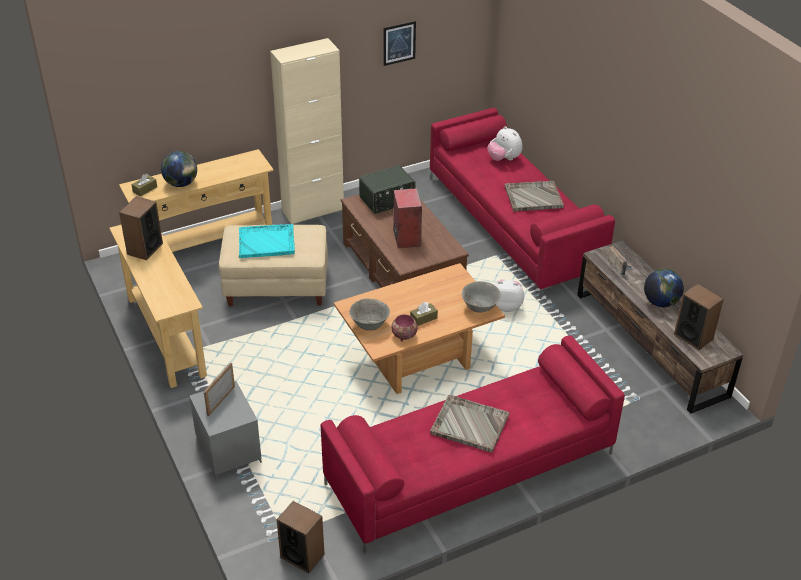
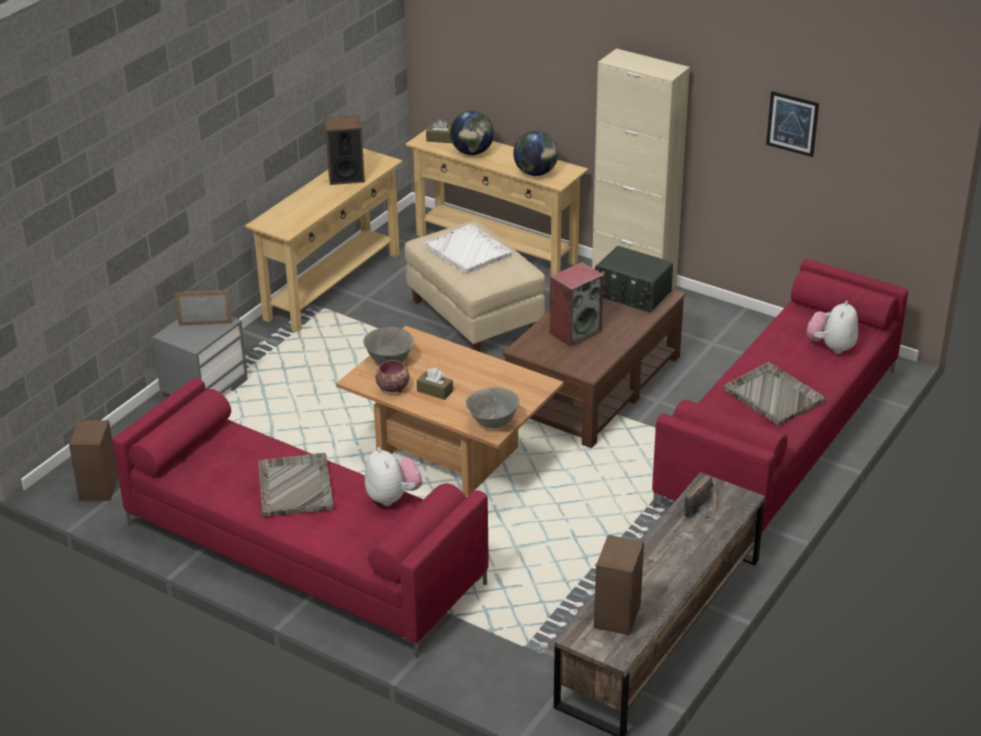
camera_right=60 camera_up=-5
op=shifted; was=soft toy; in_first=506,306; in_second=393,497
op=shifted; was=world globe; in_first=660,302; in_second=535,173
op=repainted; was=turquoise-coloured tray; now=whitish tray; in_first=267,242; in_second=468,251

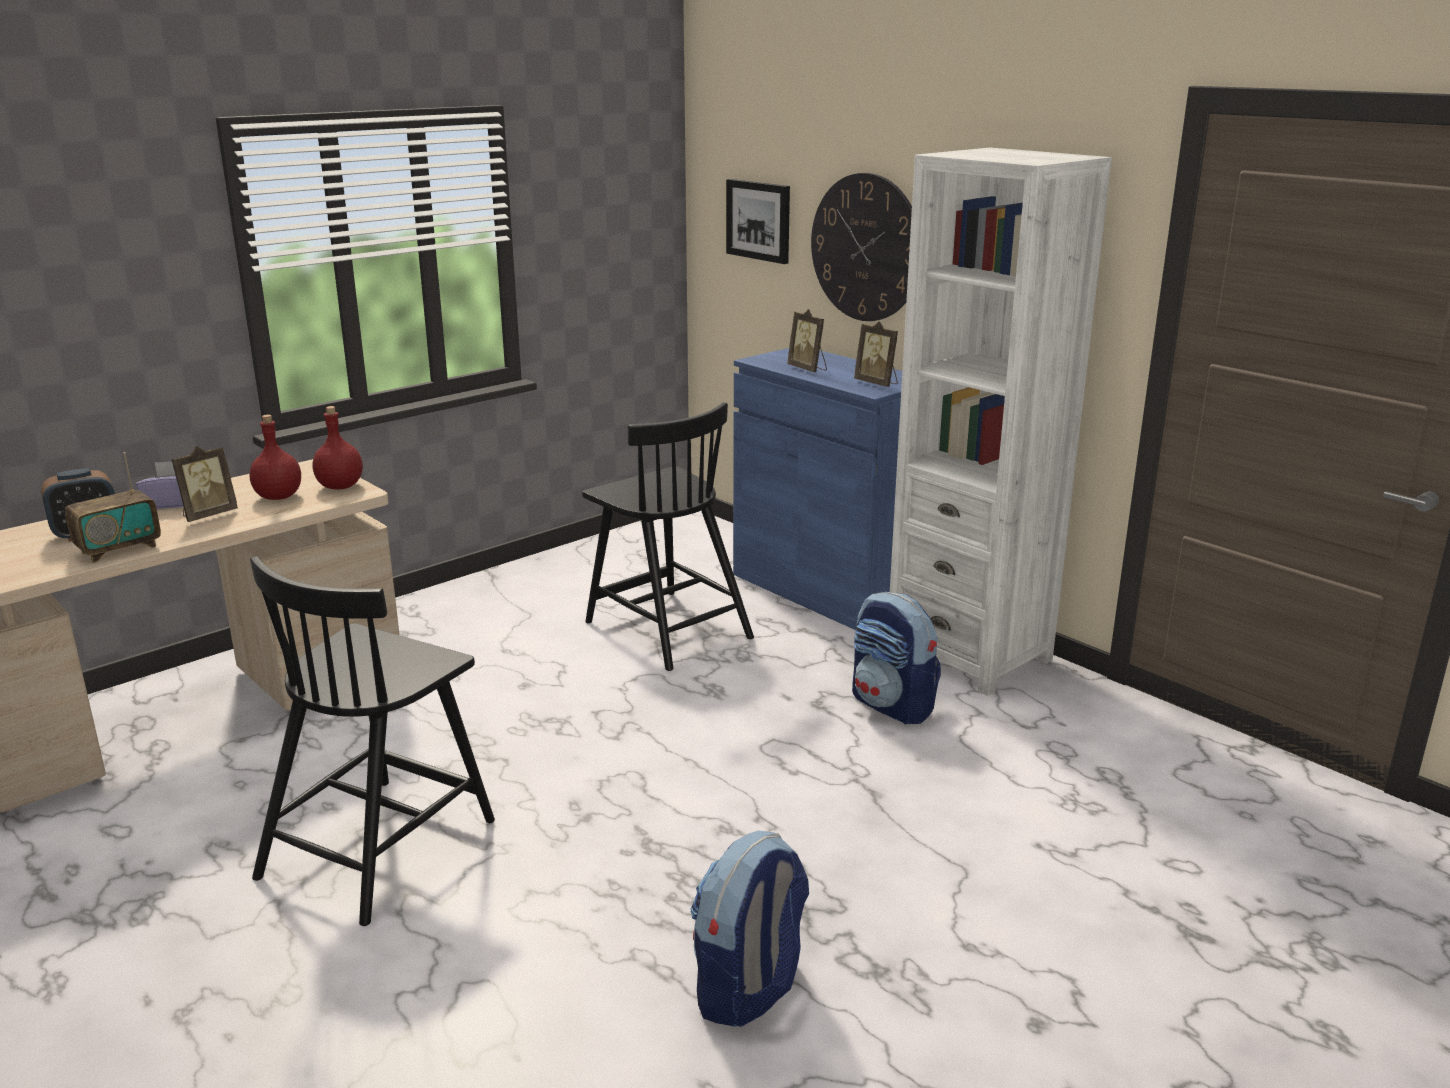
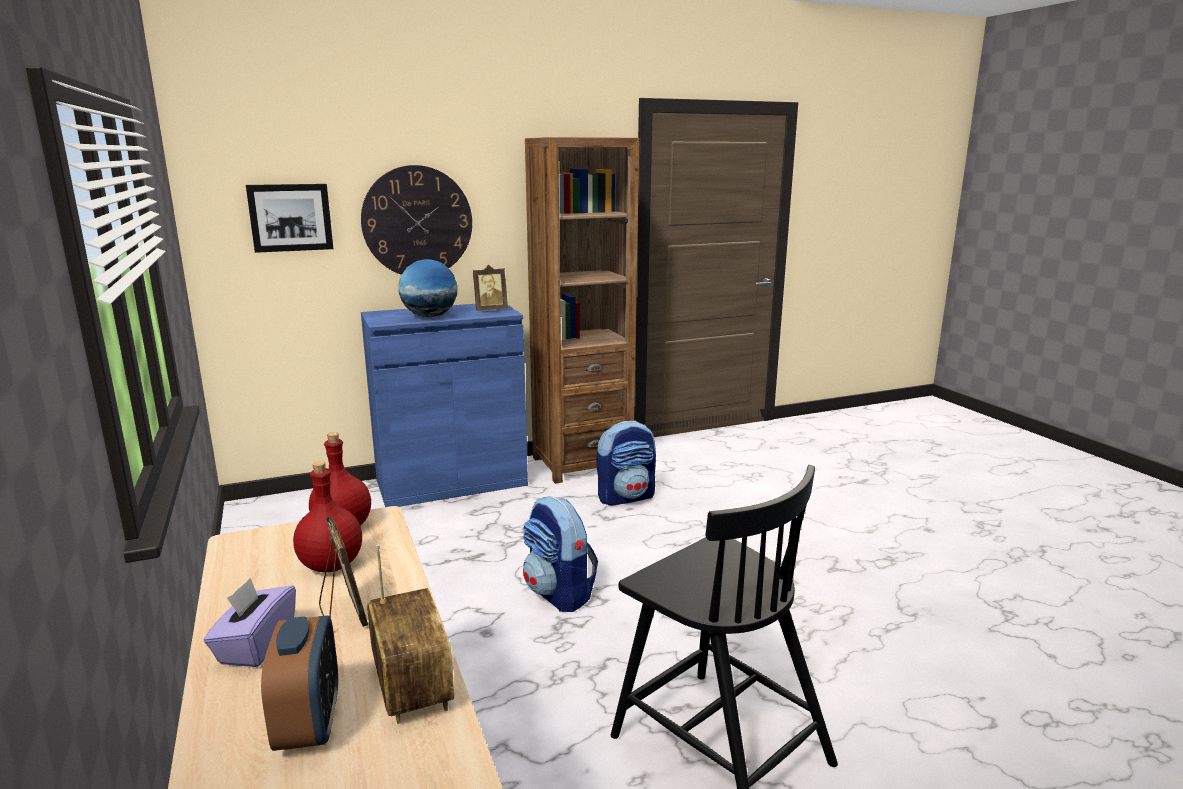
camera_right=-70 camera_up=-5
op=gone; was=black-coloured upright chair; in_first=666,628
op=shifted; was=knapsack; in_first=749,989; in_second=559,593
op=swapped; was=standing frame; now=world globe; in_first=808,369; in_second=429,316
op=repainted; was=whitish bookshelf; now=brownish bookshelf; in_first=969,654; in_second=581,464

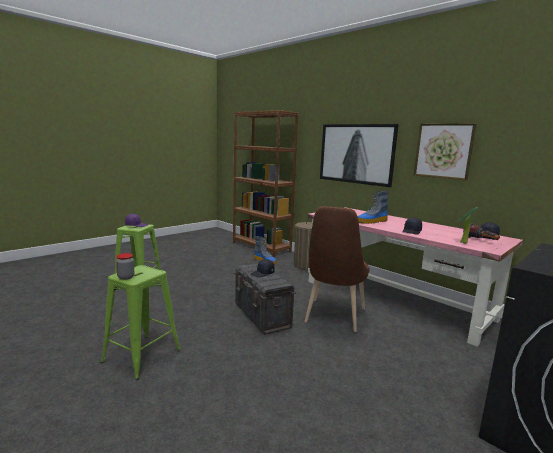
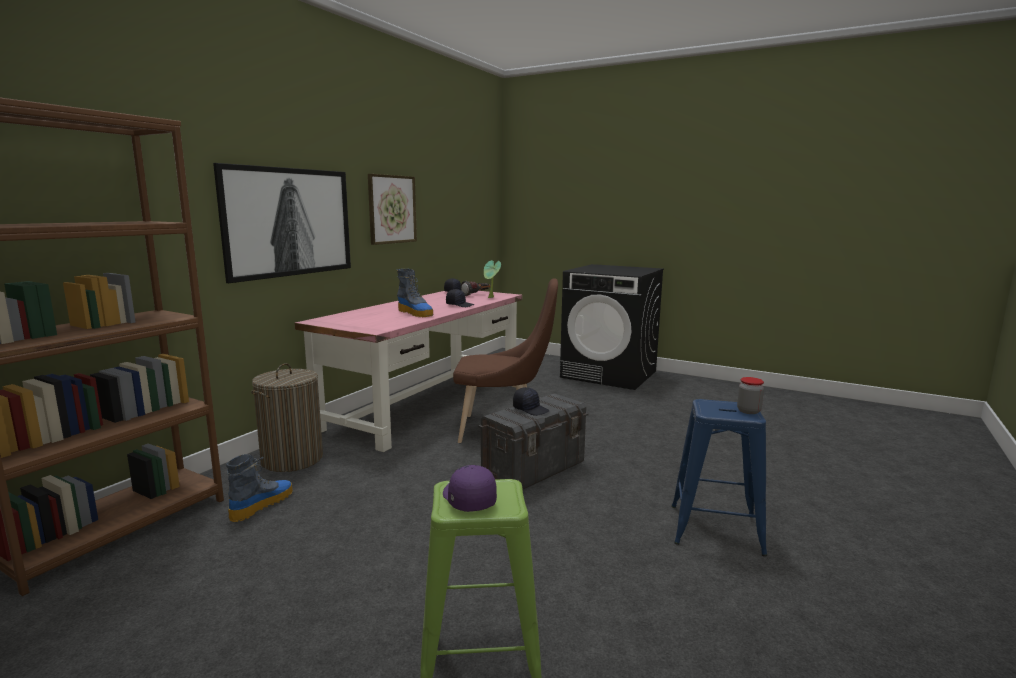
camera_right=-105 camera_up=0
op=repainted; was=green-coloured sitting stool; now=blue-coloured sitting stool; in_first=142,355; in_second=714,529

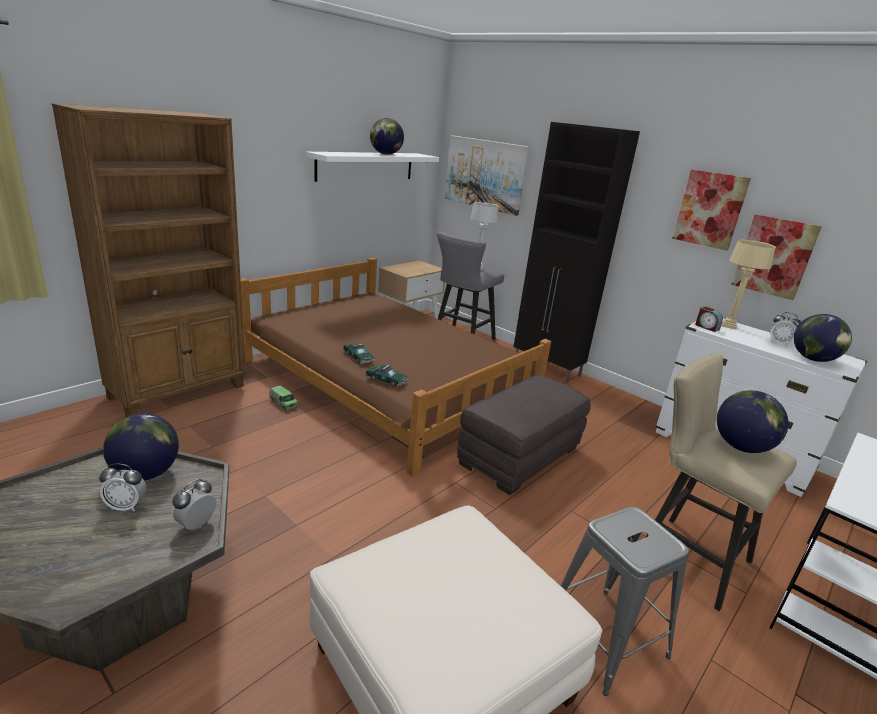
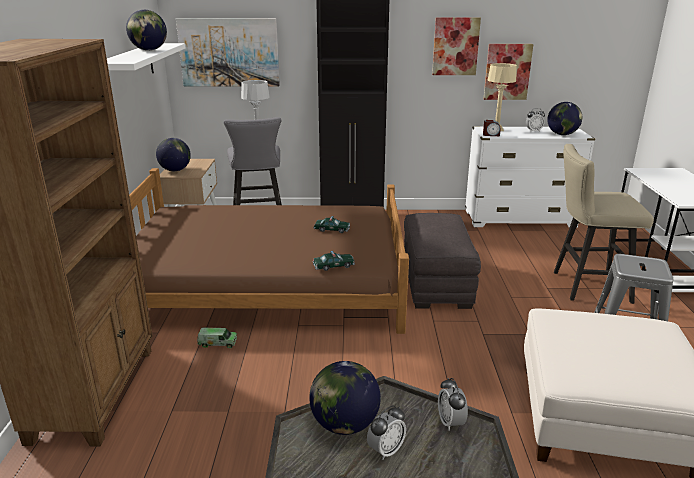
camera_right=-40 camera_up=0
op=shifted; was=toy car; in_first=358,357; in_second=332,229
op=shifted; was=world globe; in_first=741,447; in_second=175,170

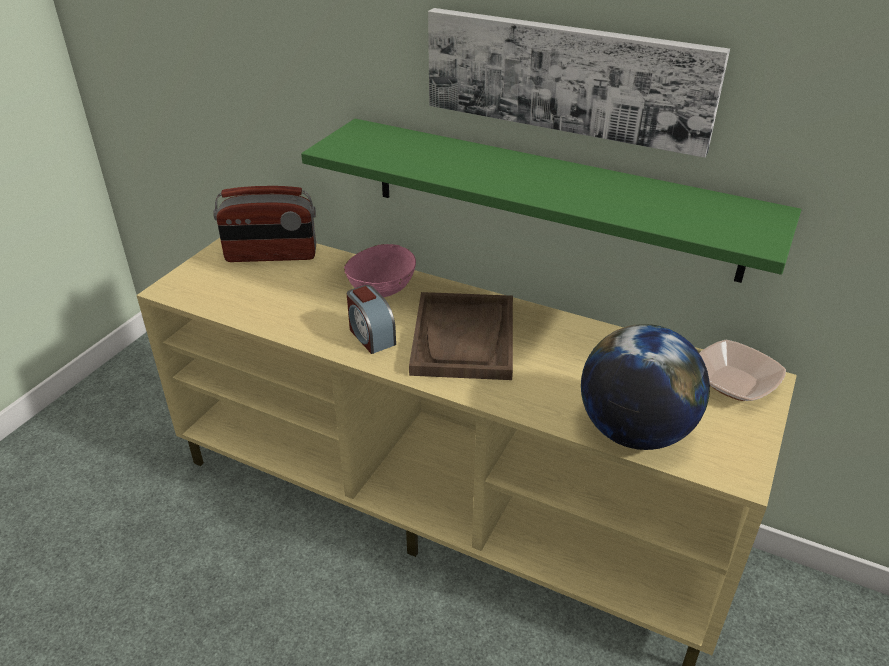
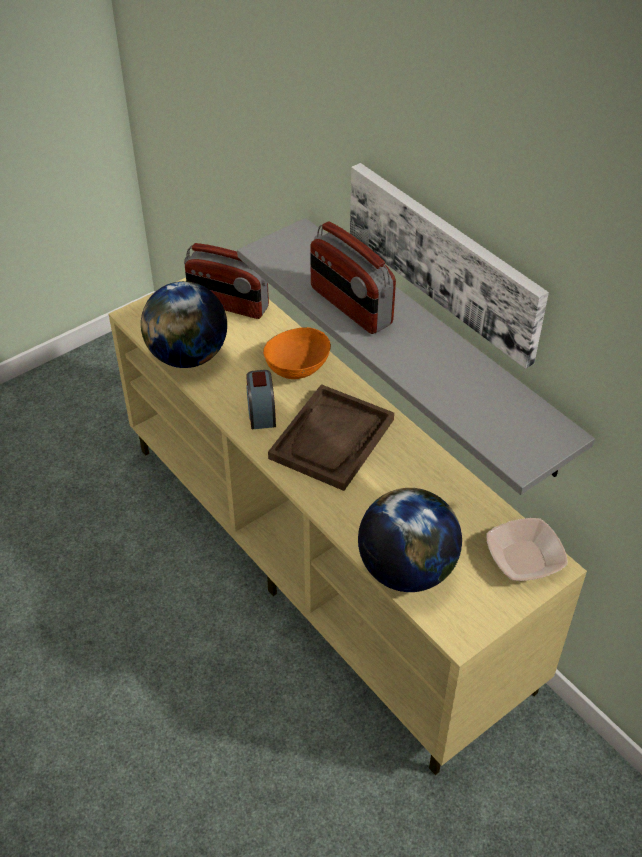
camera_right=25 camera_up=10
op=new; now=world globe; in_second=188,356
op=new; now=radio receiver; in_second=350,306
op=repainted; was=green-coloured shelf; now=greyish shelf; in_first=550,197; in_second=432,345
op=repainted; was=pink bowl; now=orange bowl; in_first=381,288; in_second=297,367

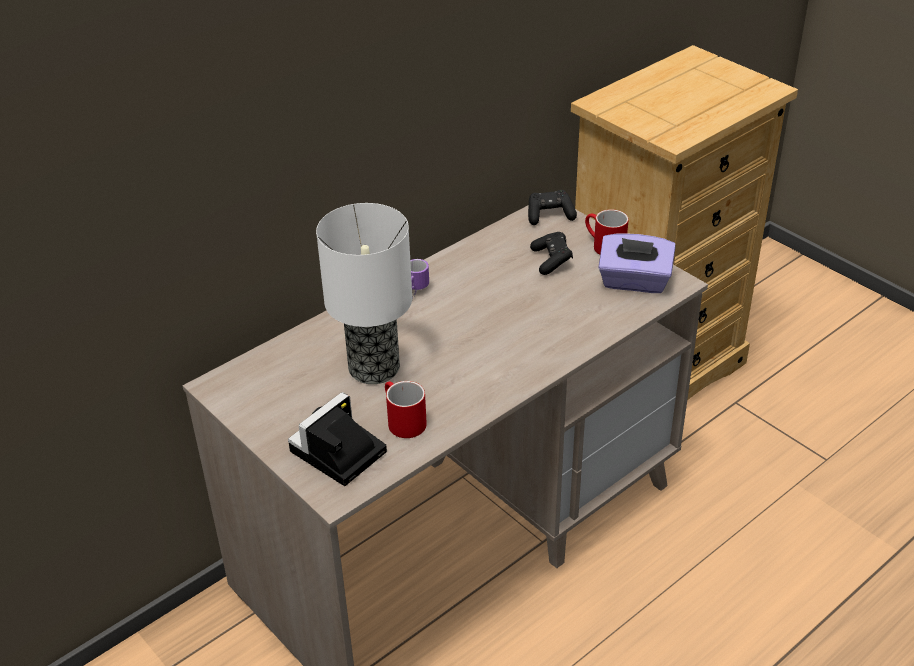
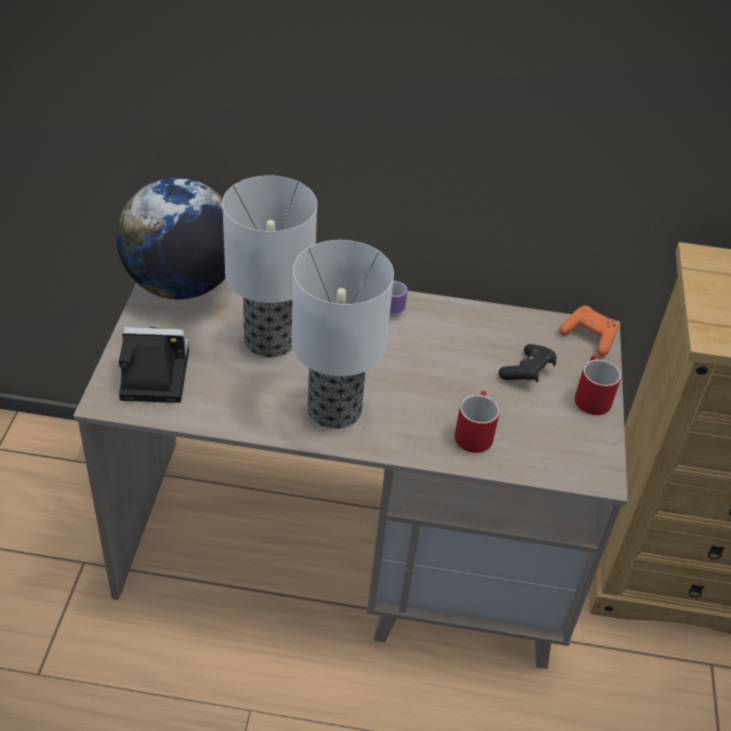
camera_right=45 camera_up=5
op=gone; was=purple tissue holder; in_first=634,282
op=new; now=world globe; in_second=181,285
op=new; now=table lamp; in_second=334,411
op=shifted; was=red mug; in_first=401,421; in_second=473,432
op=repainted; was=black-coloured game controller; now=orange game controller; in_first=549,215; in_second=589,337

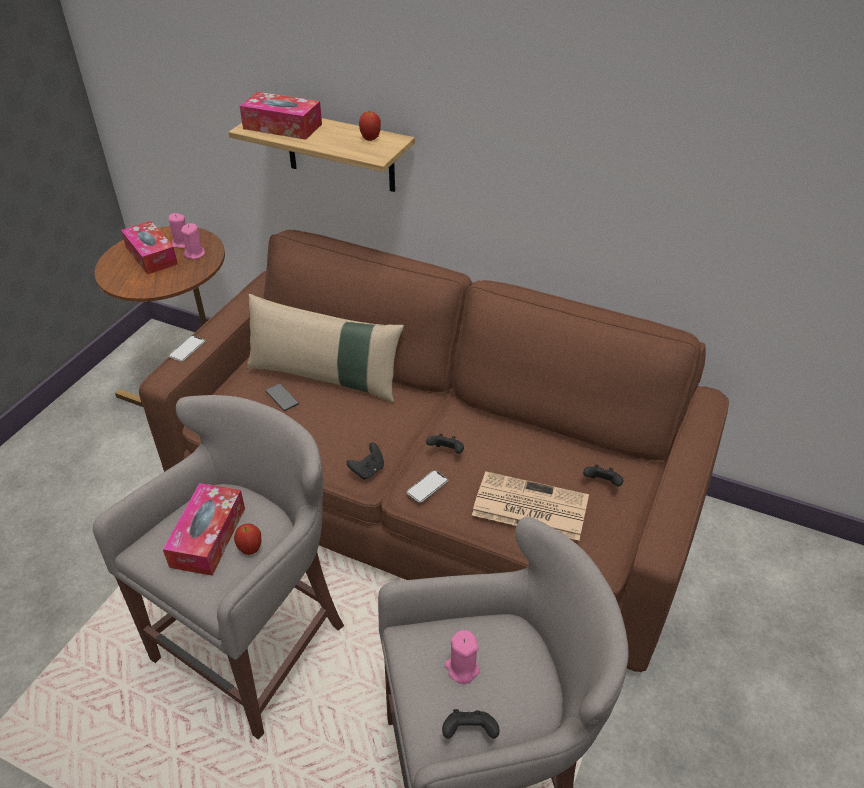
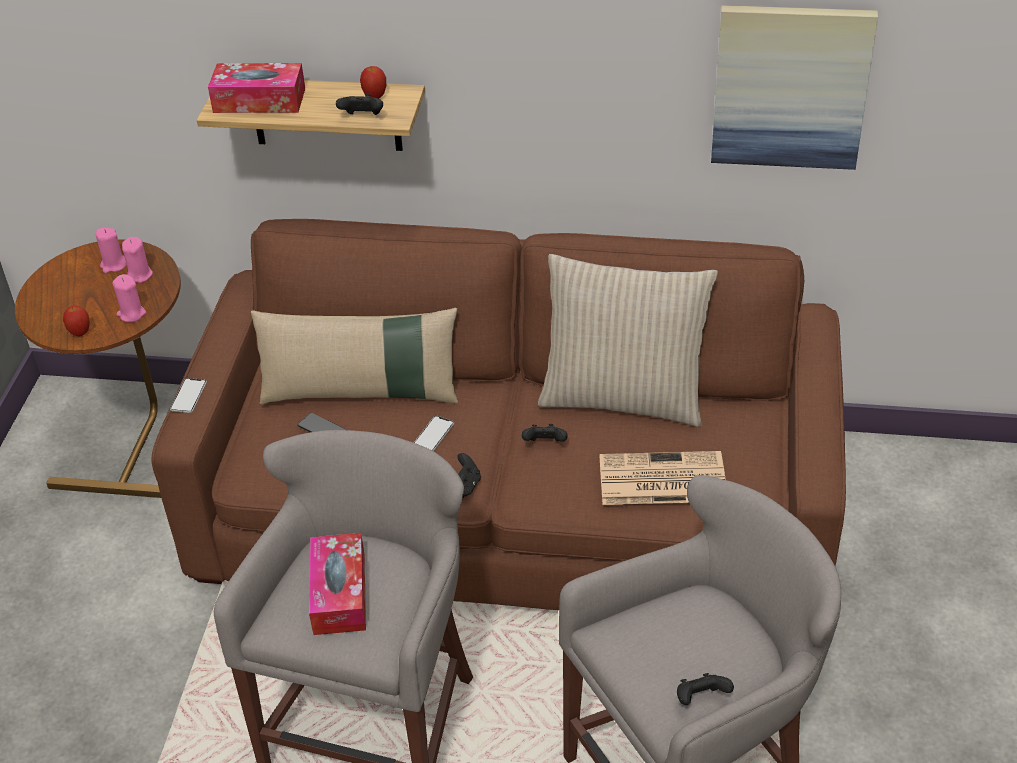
camera_right=-15 camera_up=0
op=gone; was=tissue holder; in_first=151,255
op=new; now=beige-coloured throw pillow; in_second=623,397
op=new; now=picture; in_second=790,86
op=shifted; was=apple; in_first=250,549; in_second=80,333
op=shifted; was=telephone; in_first=427,487; in_second=433,435
op=shifted; was=pink candle; in_first=462,668; in_second=131,314
op=shifted; was=black-coloured game controller; in_first=602,484; in_second=362,117

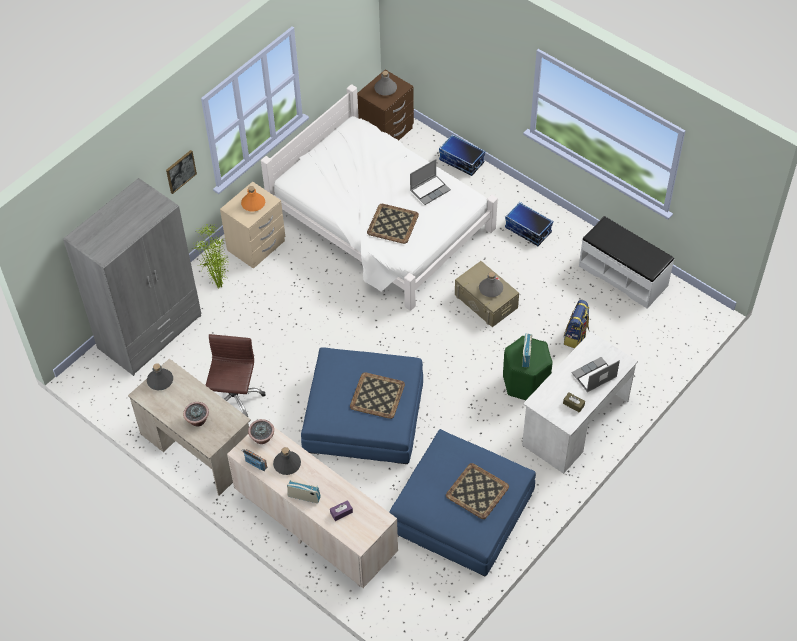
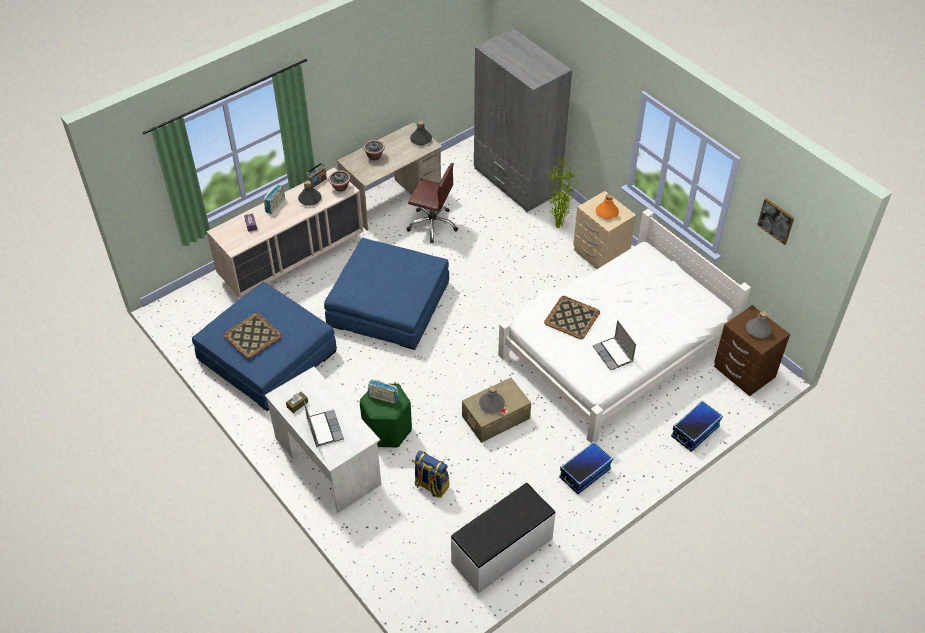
camera_right=100 camera_up=-5
op=gone; was=tray; in_first=377,396
op=shifted; was=picture; in_first=180,171; in_second=776,221

